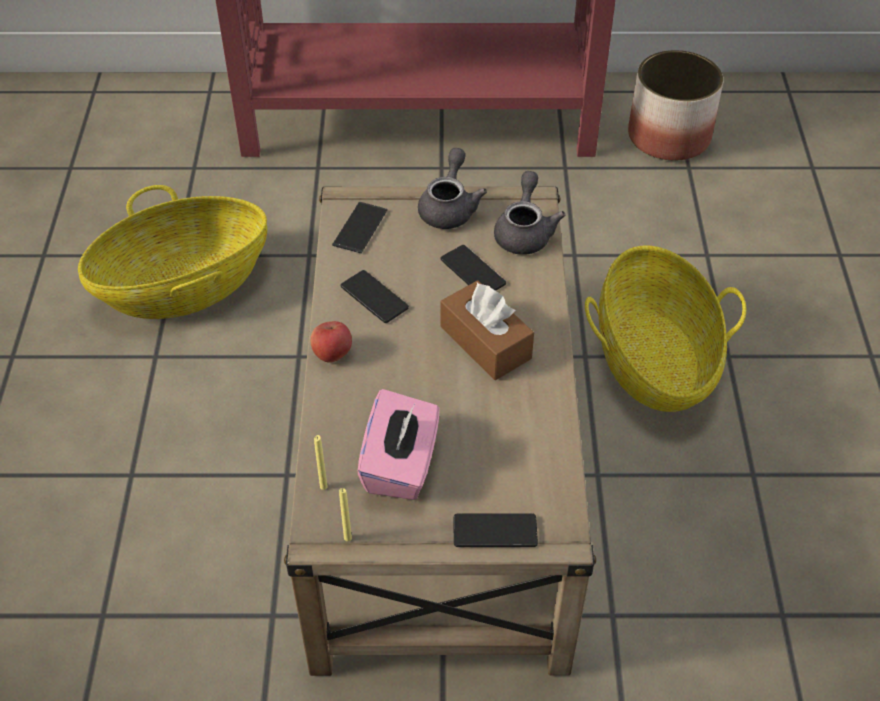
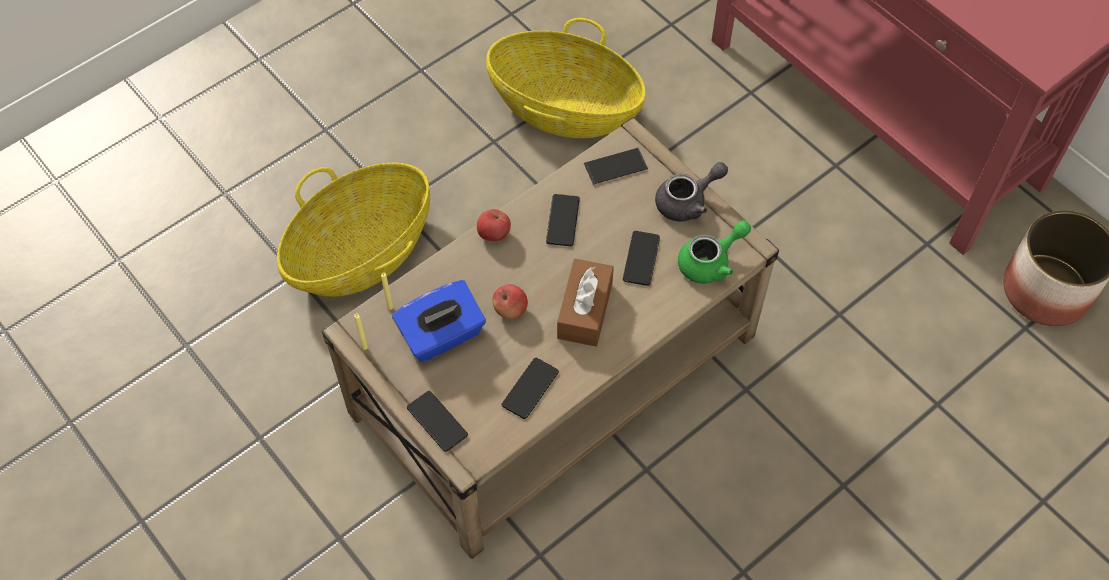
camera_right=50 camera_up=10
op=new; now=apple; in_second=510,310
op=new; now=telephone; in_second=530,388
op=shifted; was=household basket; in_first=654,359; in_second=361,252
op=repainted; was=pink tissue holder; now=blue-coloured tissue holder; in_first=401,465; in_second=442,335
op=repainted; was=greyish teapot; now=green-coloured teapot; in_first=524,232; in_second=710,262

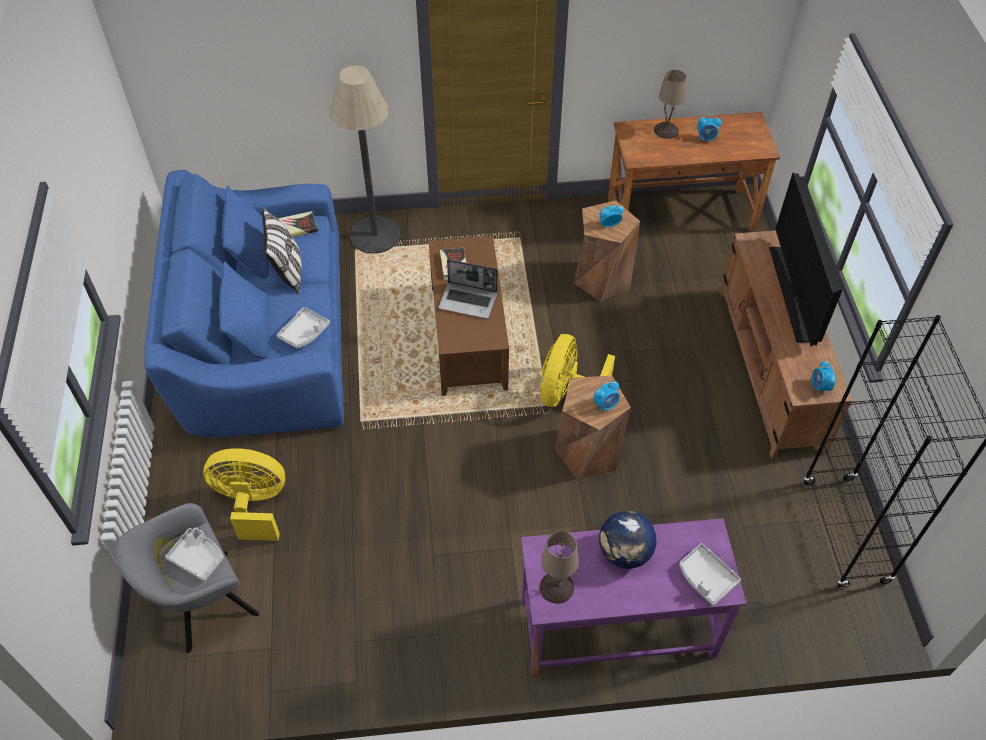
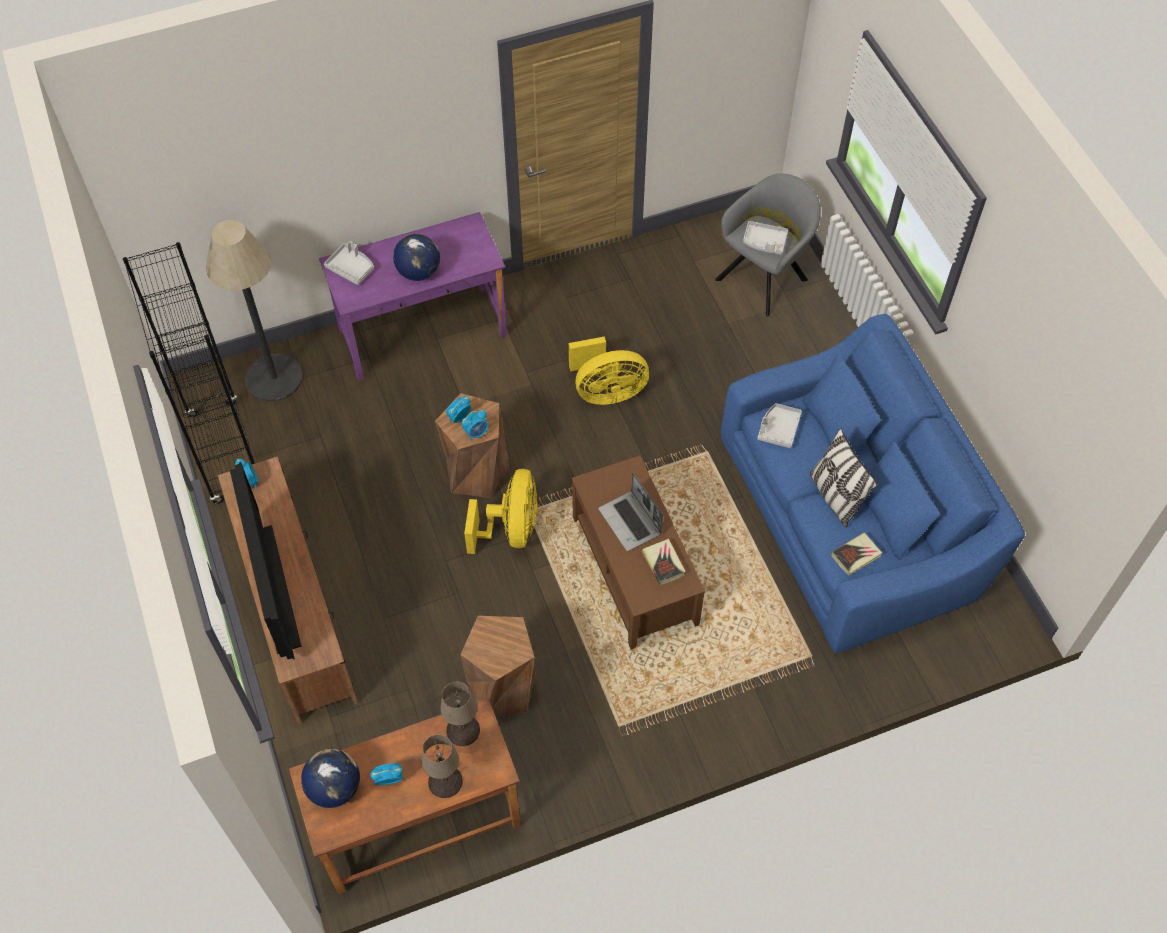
camera_right=165 camera_up=5
op=new; now=world globe; in_second=334,787
op=shifted; was=yellowish electric fan; in_first=253,504; in_second=606,391
op=shifted; was=standard lamp; in_first=375,235; in_second=274,378
op=shifted; was=beige-coloured table lamp; in_first=556,588; in_second=463,729
op=shifted; was=alarm clock; in_first=609,224; in_second=476,432
op=rotated; was=laptop; in_first=469,301; in_second=631,522; clockwise=-120

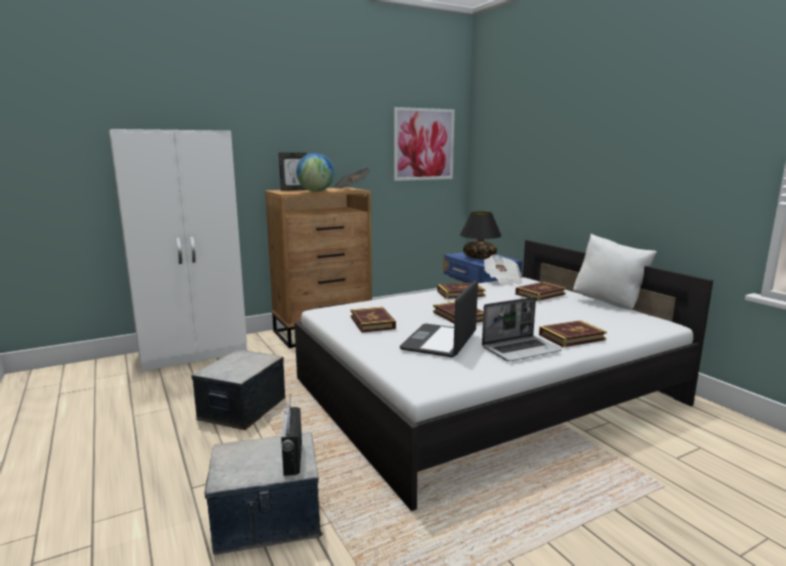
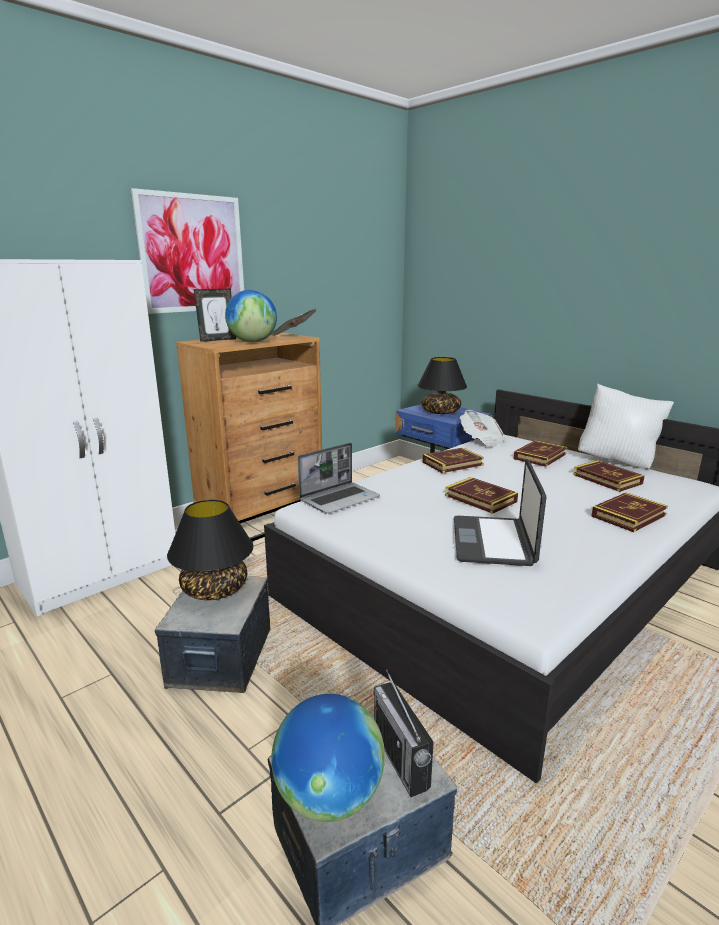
camera_right=-15 camera_up=5
op=new; now=black-coloured table lamp; in_second=215,589
op=new; now=world globe; in_second=328,796
op=shifted; was=volume; in_first=372,322; in_second=607,479
op=shifted; was=picture; in_first=423,144; in_second=192,254
op=shifted; was=laptop; in_first=521,349; in_second=339,499

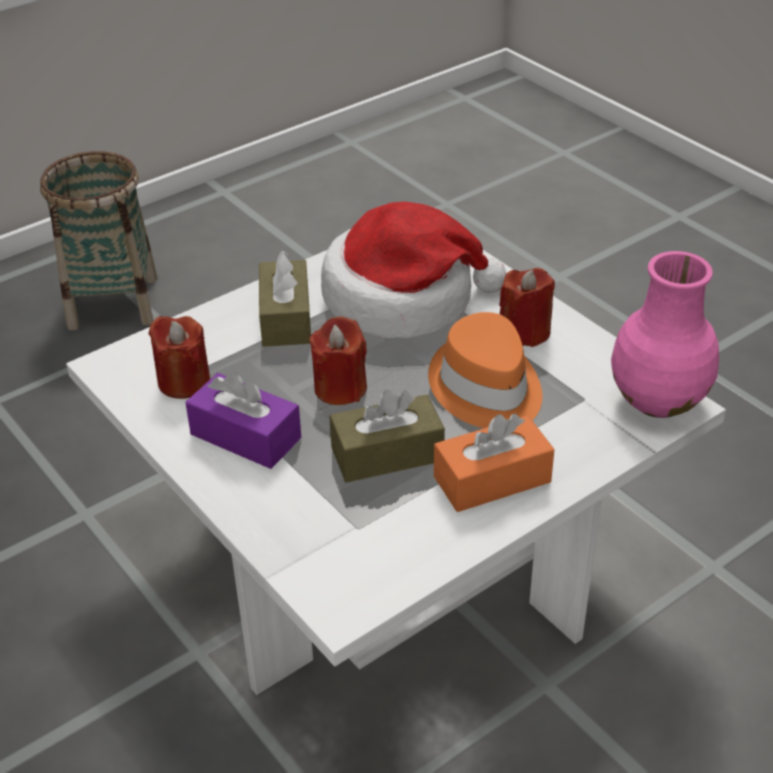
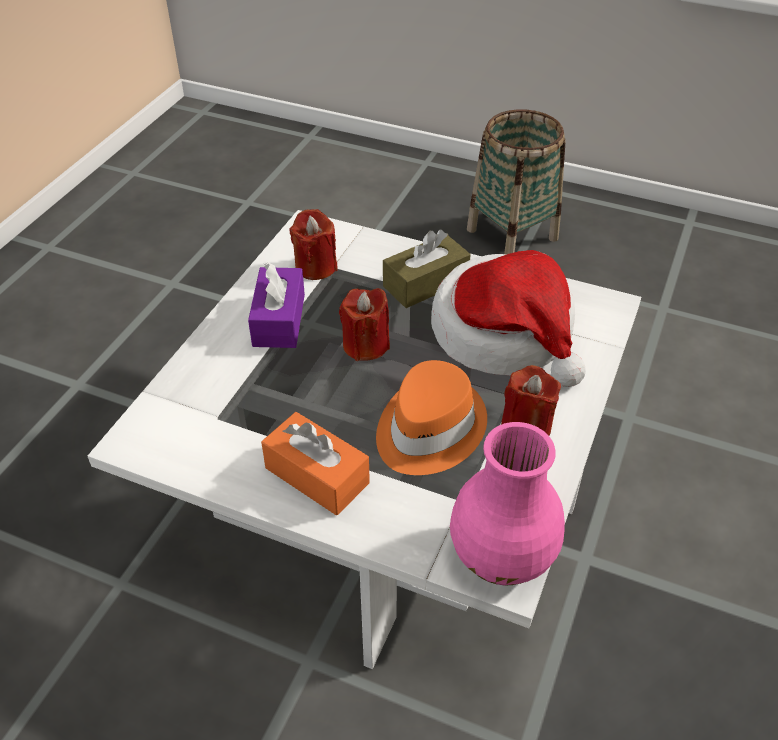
camera_right=60 camera_up=5
op=gone; was=brownish tissue holder; in_first=387,454

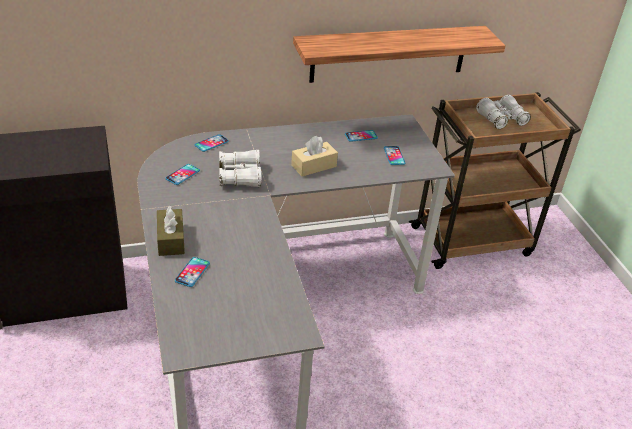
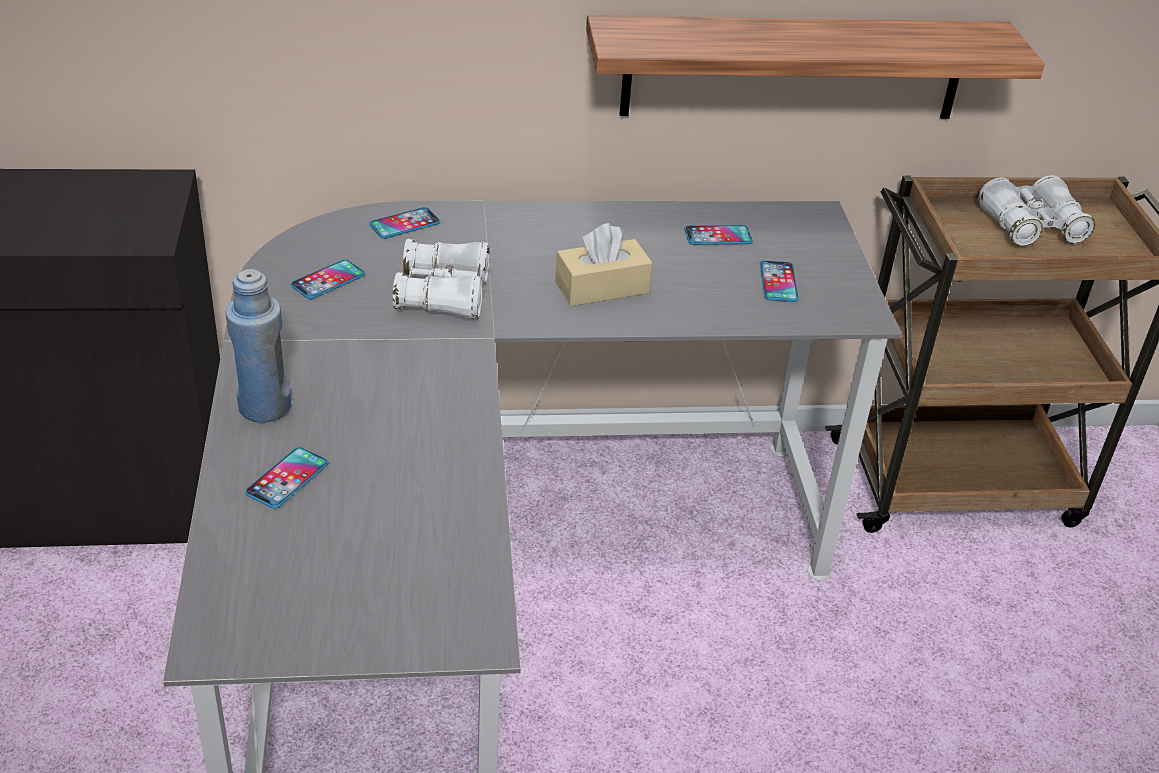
camera_right=10 camera_up=0
op=swapped; was=brownish tissue holder; now=blue-coloured beverage bottle; in_first=171,239; in_second=264,407

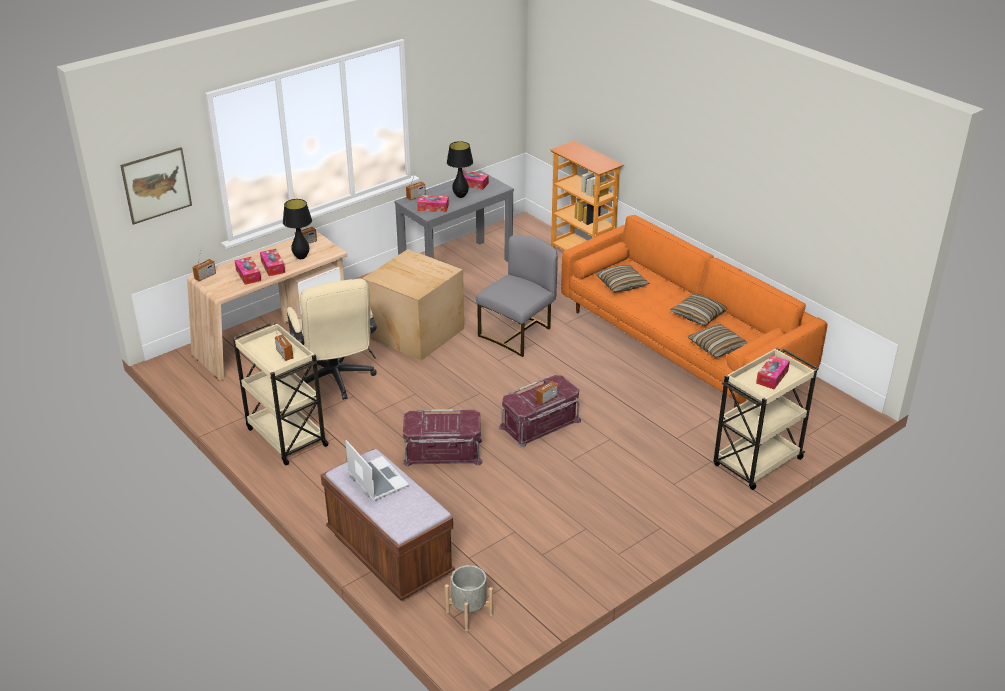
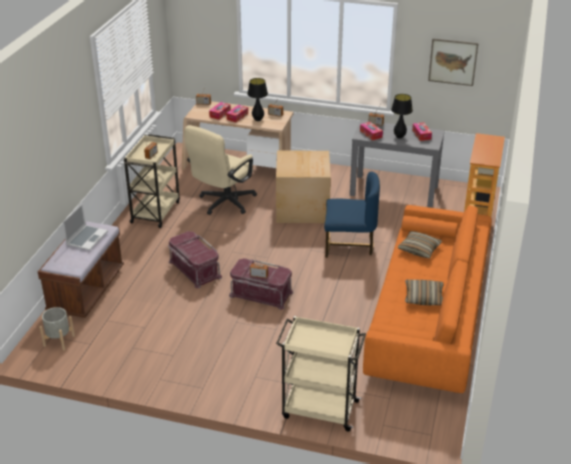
camera_right=55 camera_up=0
op=gone; was=throw pillow; in_first=717,347
op=gone; was=tissue holder; in_first=772,377
op=shifted; was=picture; in_first=156,185; in_second=453,62
op=repainted; was=greyish upright chair; now=blue-coloured upright chair; in_first=518,334; in_second=349,245

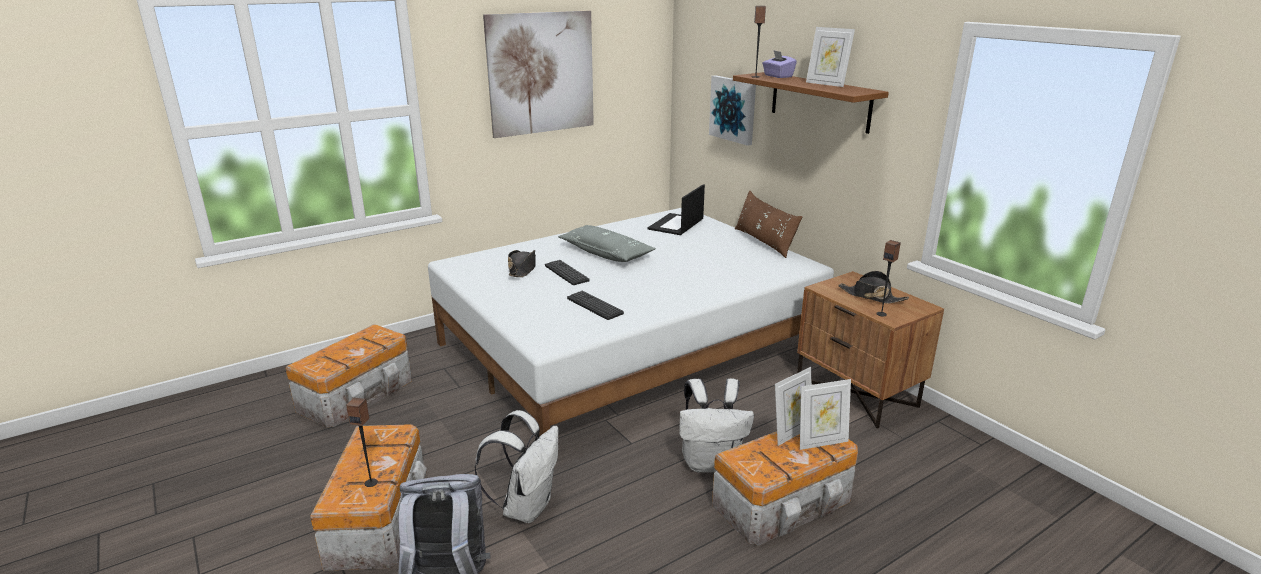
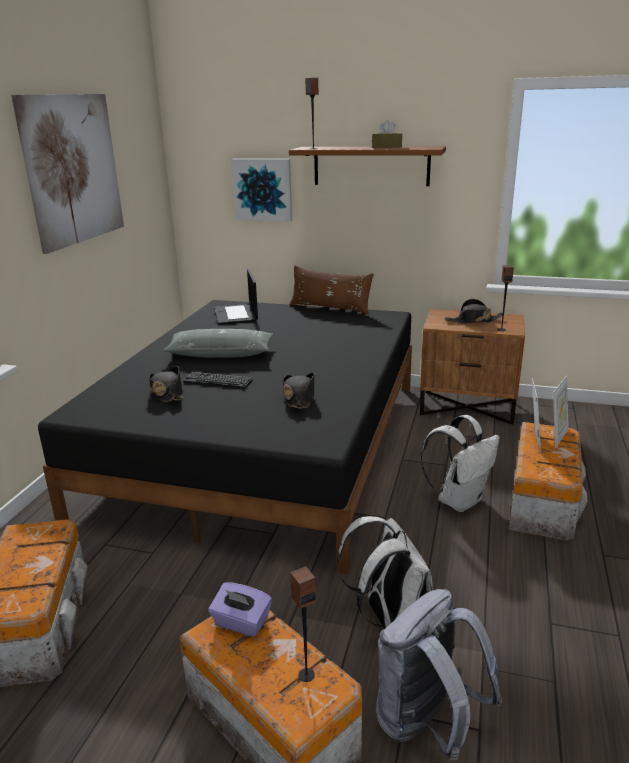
camera_right=-40 camera_up=0
op=shifted; was=purple tissue holder; in_first=777,76; in_second=241,623
op=swapped; was=keyboard; now=black-coloured wearable hat; in_first=594,306; in_second=299,397
op=swapped; was=standing frame; now=brownish tissue holder; in_first=826,84; in_second=386,147
op=repainted; was=whitish sleeping bed; now=black-coloured sleeping bed; in_first=629,348; in_second=265,444

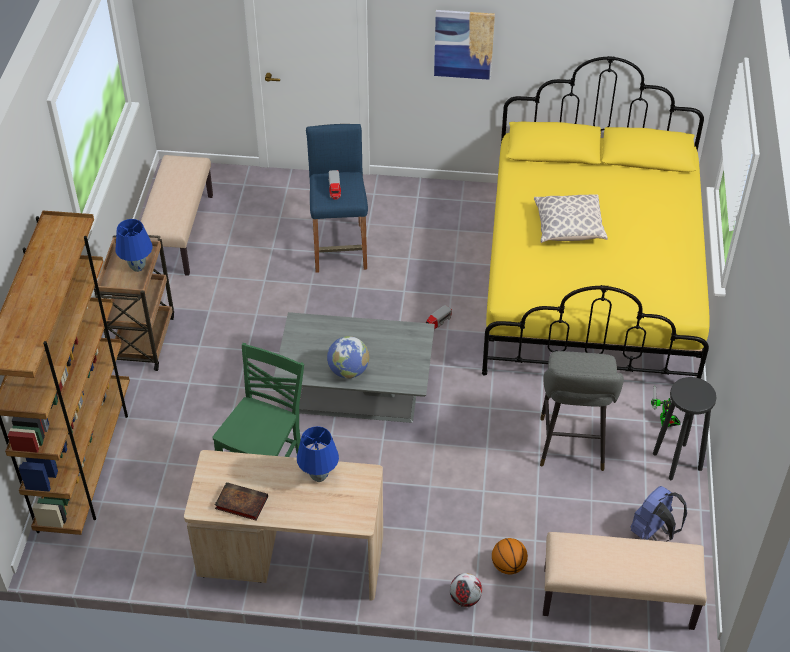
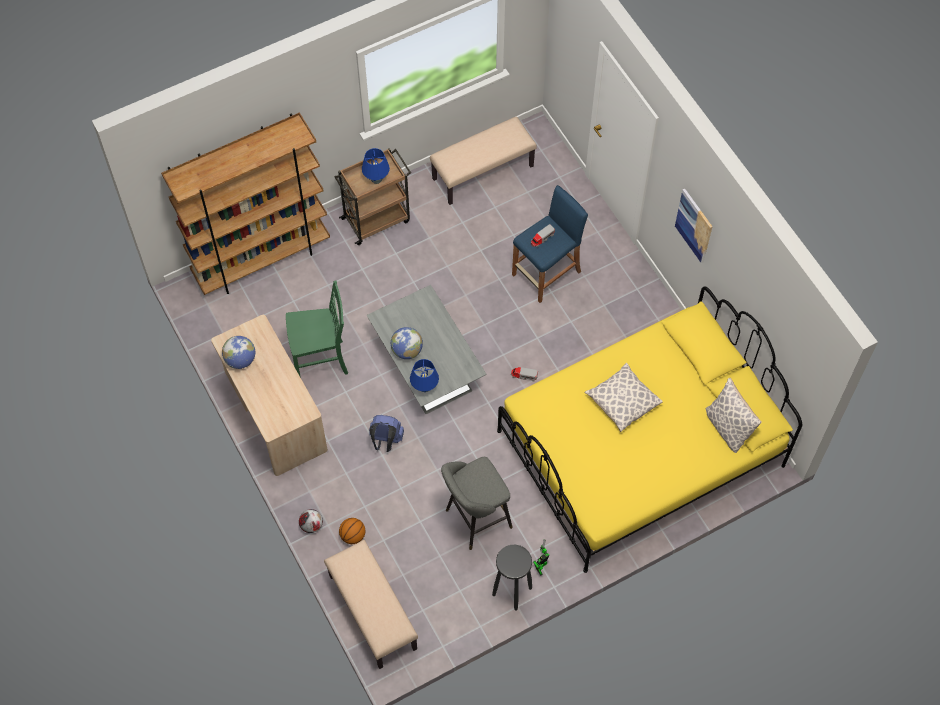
camera_right=55 camera_up=15
op=new; now=throw pillow; in_second=728,427
op=shifted; was=blue-coloured table lamp; in_first=318,476; in_second=425,387
op=shifted; was=blue-coloured knapsack; in_first=653,531; in_second=386,440
op=swapped; was=volume; now=world globe; in_first=240,503; in_second=240,360

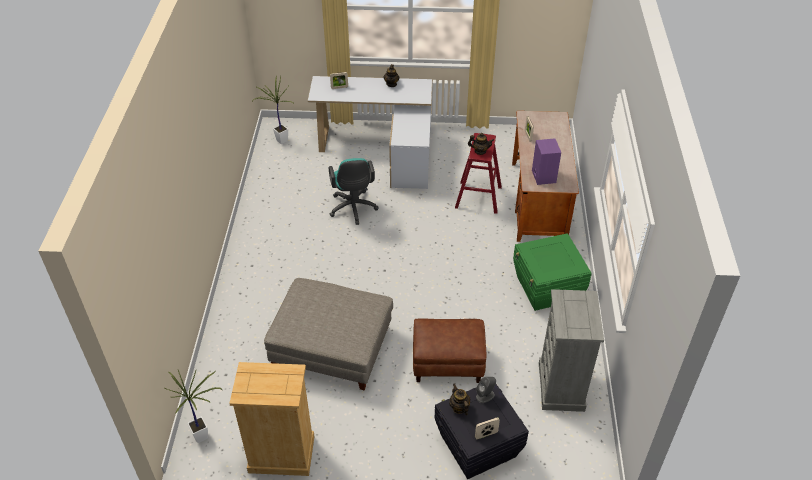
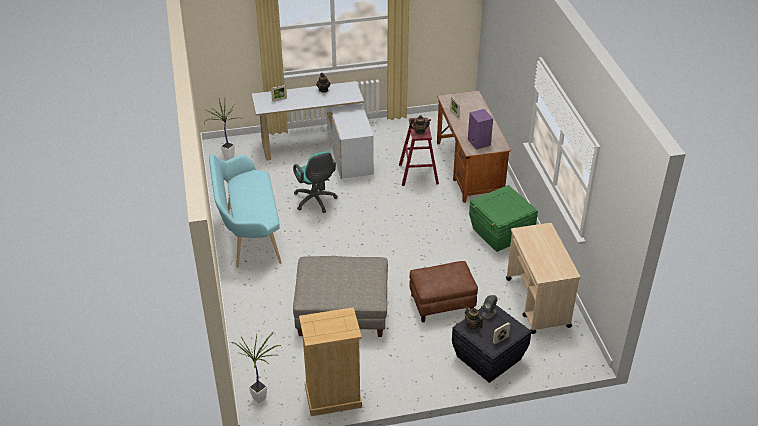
camera_right=-15 camera_up=-5
op=new; now=turquoise-coloured bench; in_second=249,235
op=swapped; was=greyish drawer chest; now=beige-coloured cart; in_first=561,387; in_second=537,303

